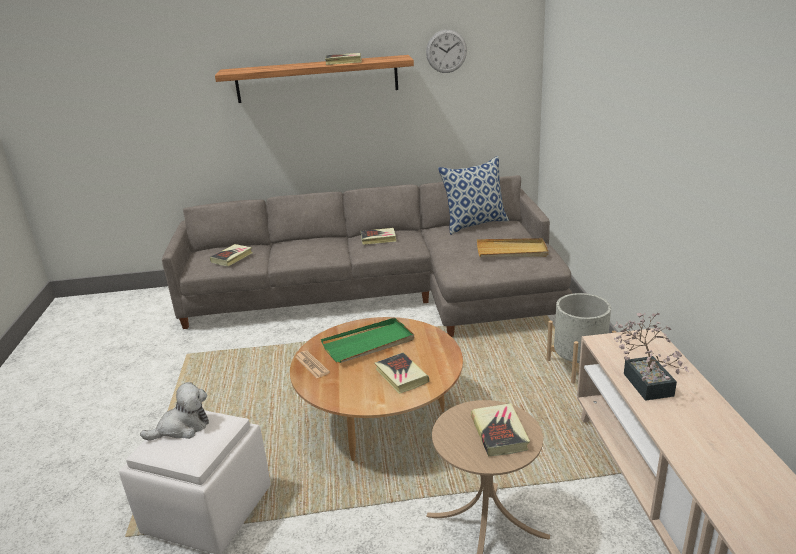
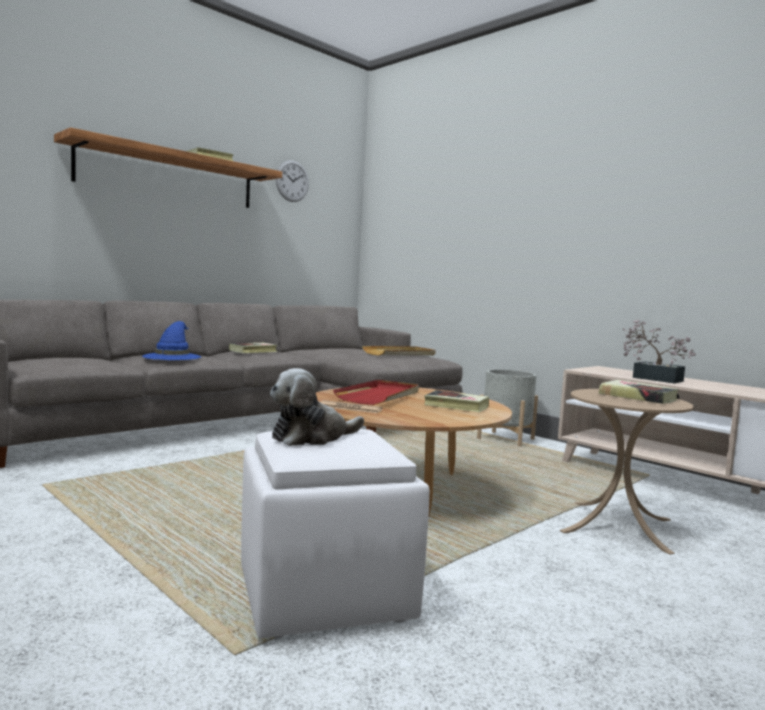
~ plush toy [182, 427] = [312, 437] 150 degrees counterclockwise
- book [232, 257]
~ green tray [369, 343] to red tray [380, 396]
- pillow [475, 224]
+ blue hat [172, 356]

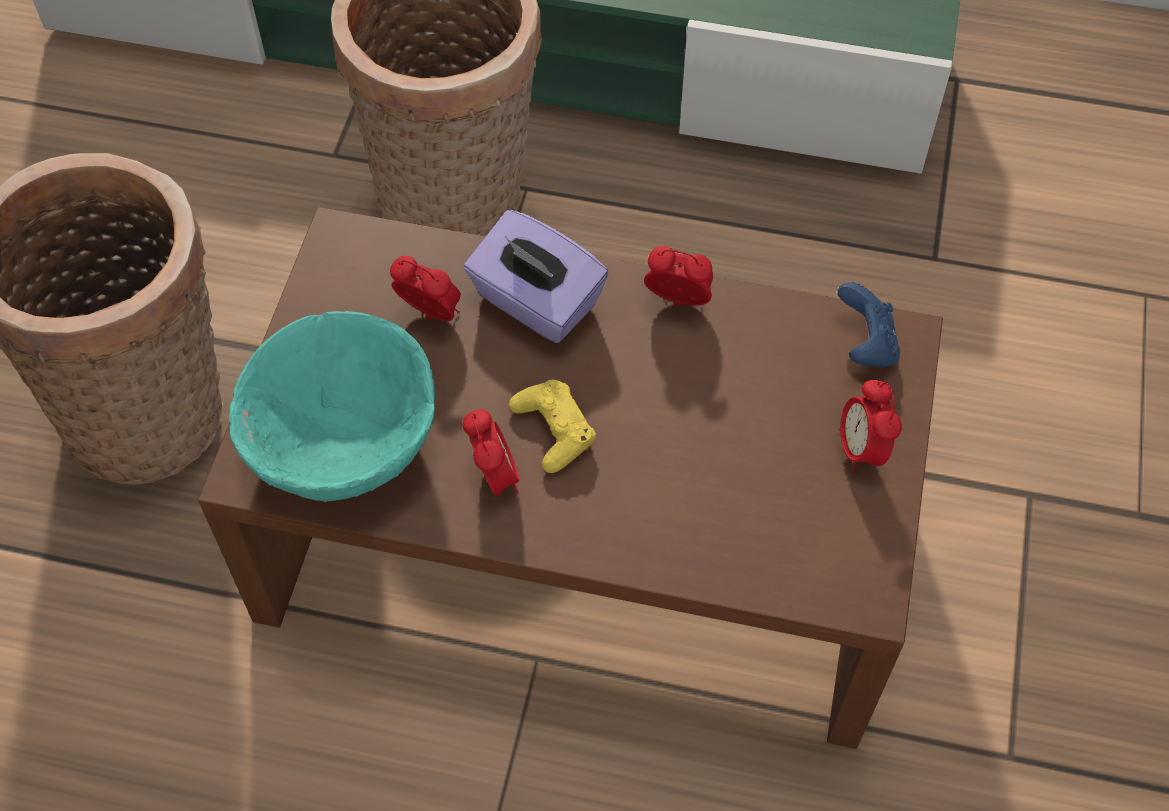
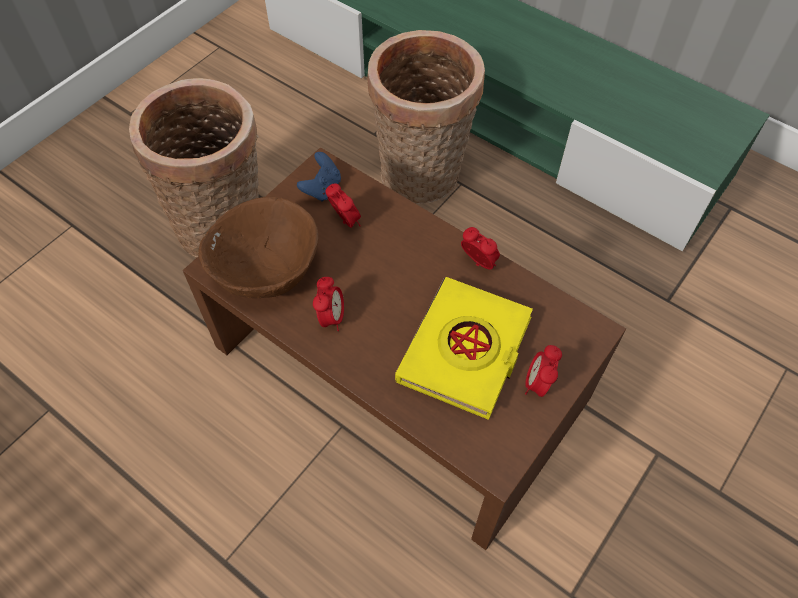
~ turquoise bowl [341, 441] to brown bowl [265, 268]
- purple tissue box [536, 303]
- yellow game controller [554, 430]
~ blue game controller [865, 345] to [322, 189]
+ yellow book [465, 351]

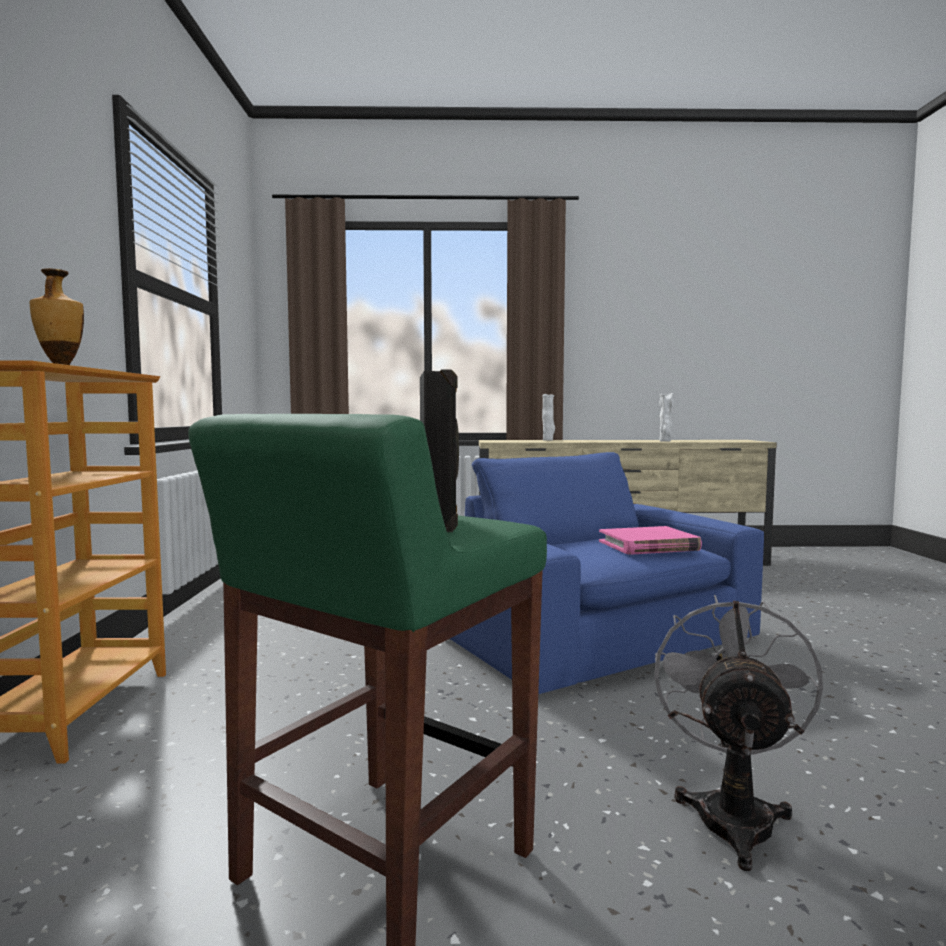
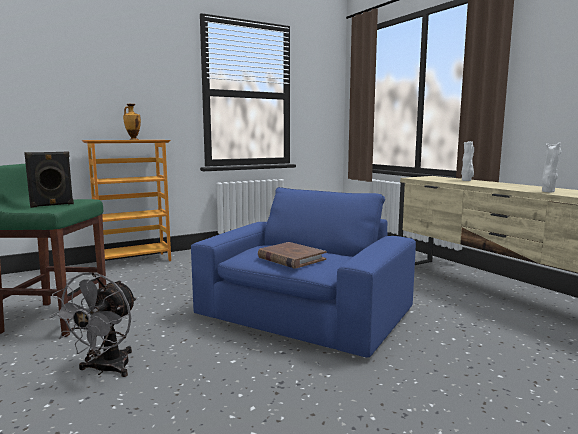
~ pink book [648, 546] to brown book [291, 258]
~ grey fan [732, 813] = [105, 370] 120 degrees clockwise

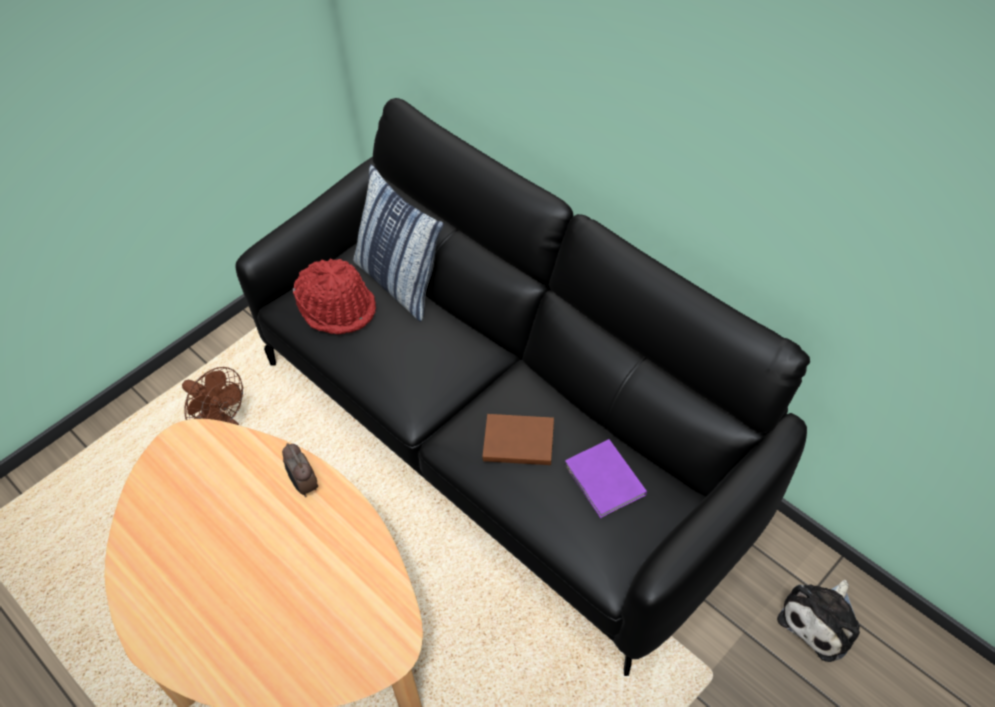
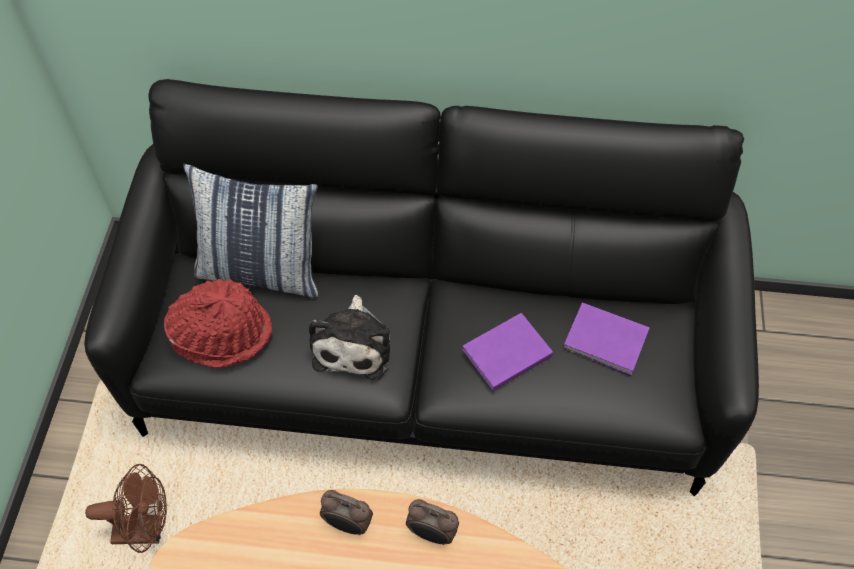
~ brown book [516, 440] to purple book [504, 353]
~ plush toy [822, 620] to [354, 344]
+ alarm clock [432, 534]

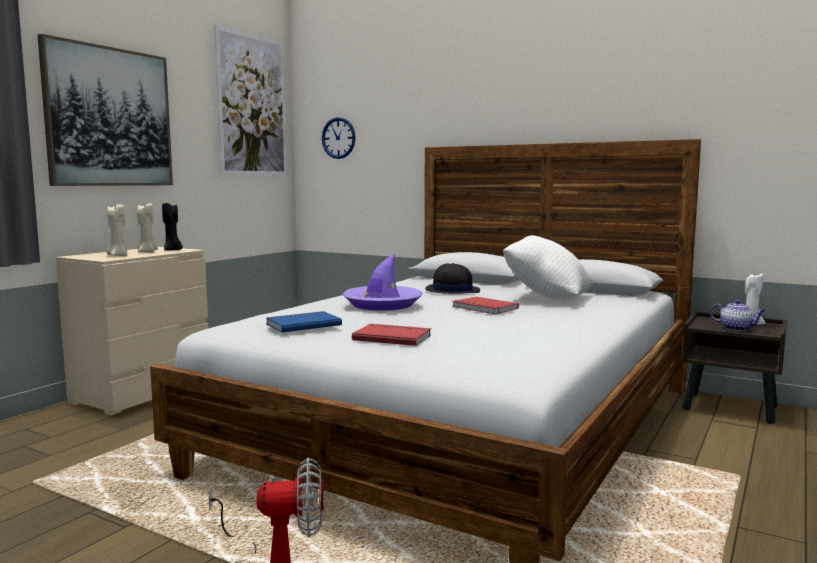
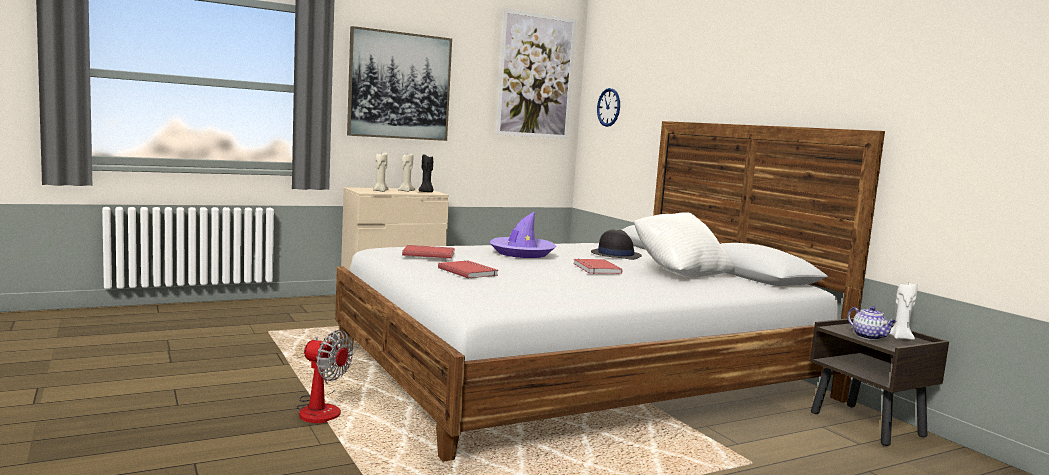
~ blue book [302, 324] to red book [428, 254]

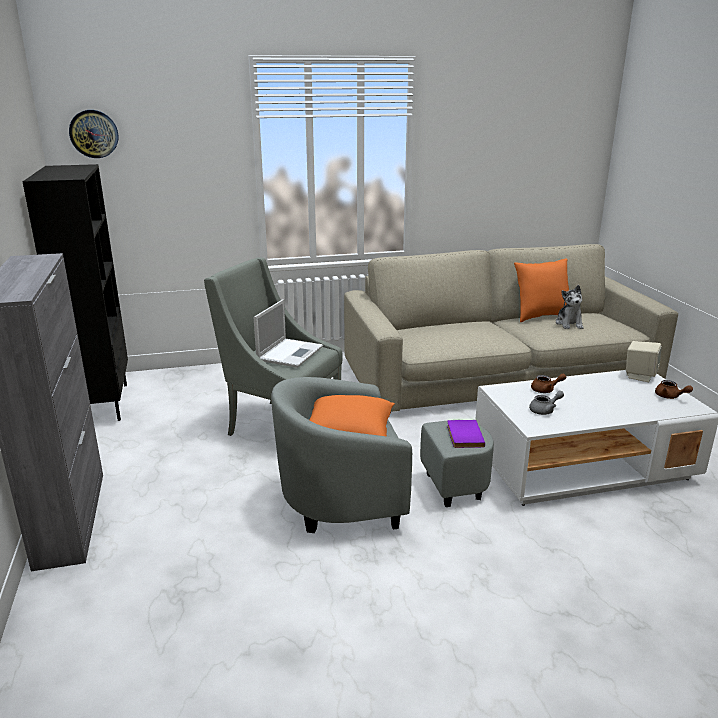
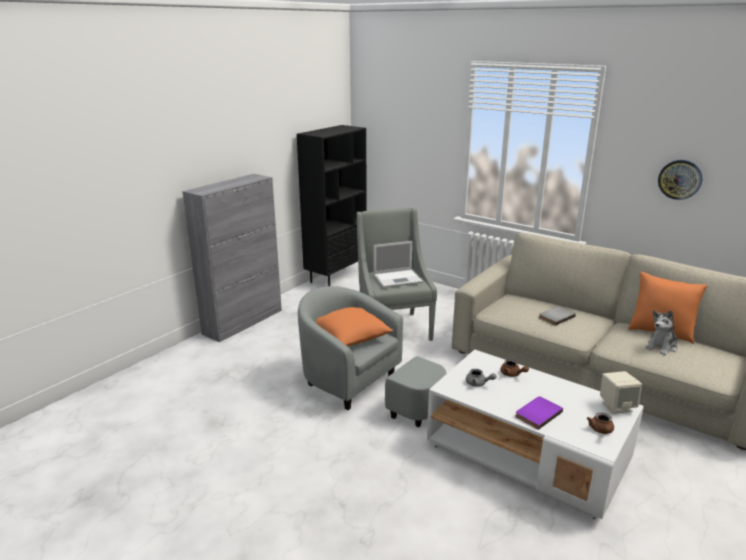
~ wall clock [94, 134] to [680, 179]
~ purple book [463, 436] to [537, 413]
+ grey book [555, 316]

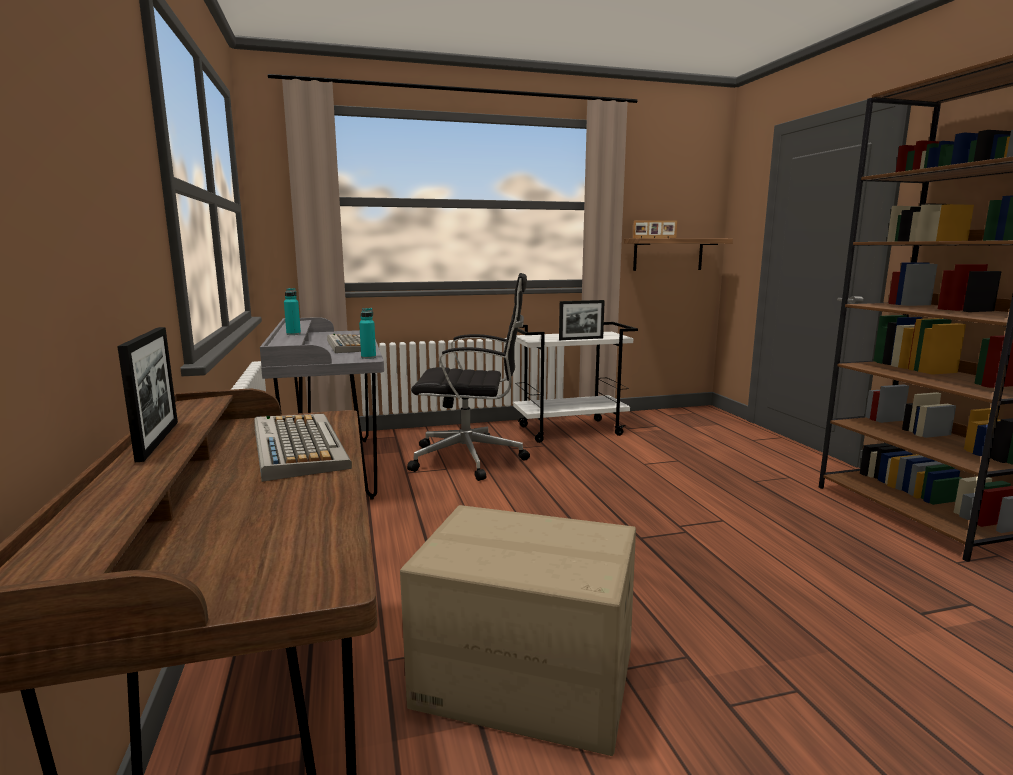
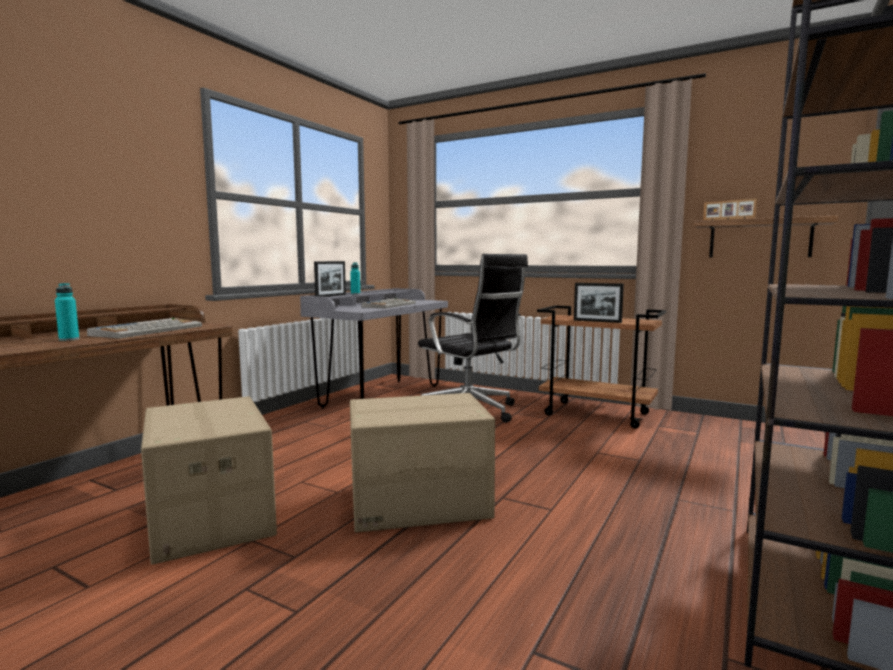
~ picture frame [158, 440] to [331, 296]
~ turquoise bottle [368, 357] to [69, 339]
~ white cart [570, 430] to brown cart [597, 414]
+ cardboard box [418, 503]

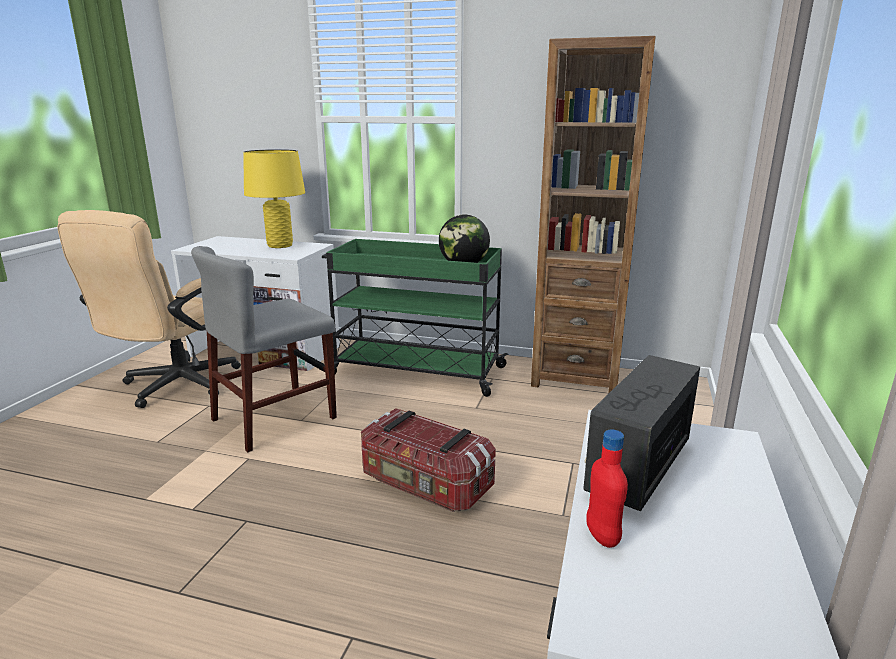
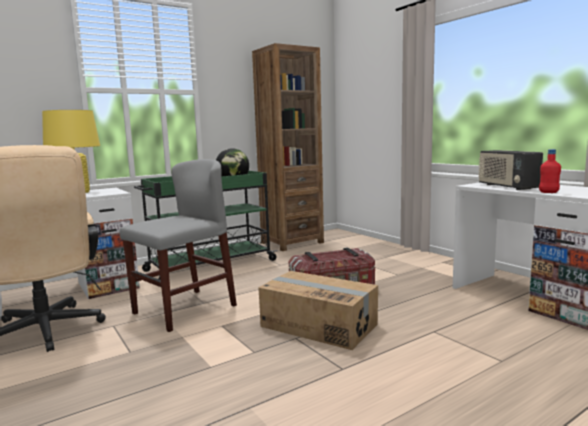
~ grey chair [274, 419] = [184, 309] 135 degrees counterclockwise
+ cardboard box [319, 325]

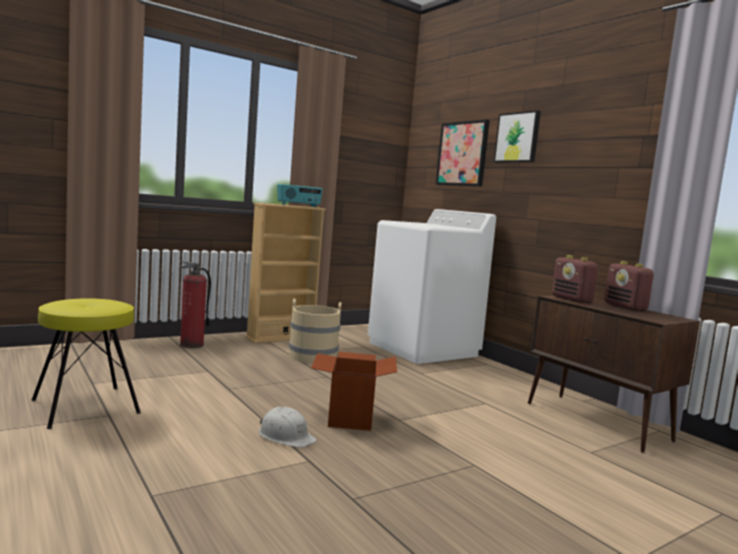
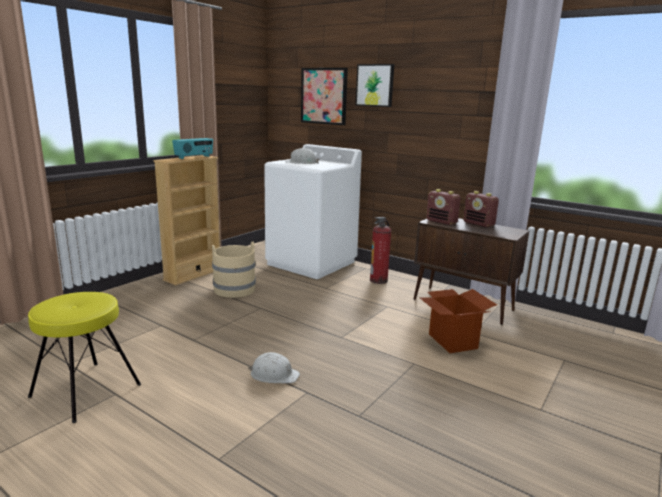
~ fire extinguisher [191, 345] to [378, 280]
~ cardboard box [350, 418] to [452, 341]
+ white hard hat [302, 163]

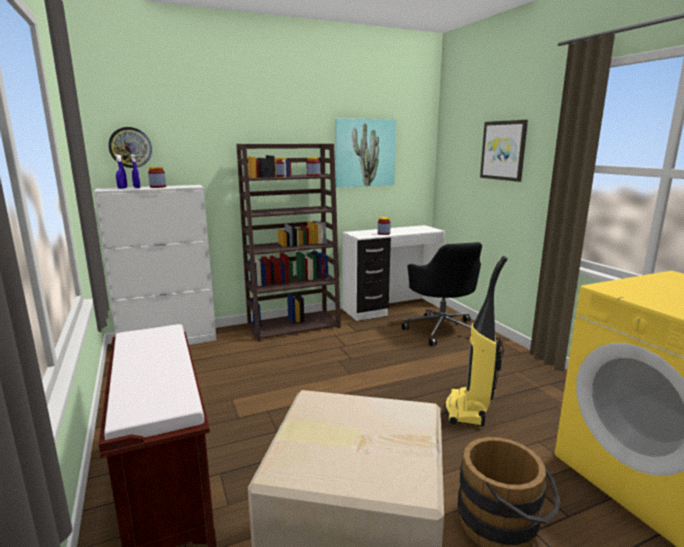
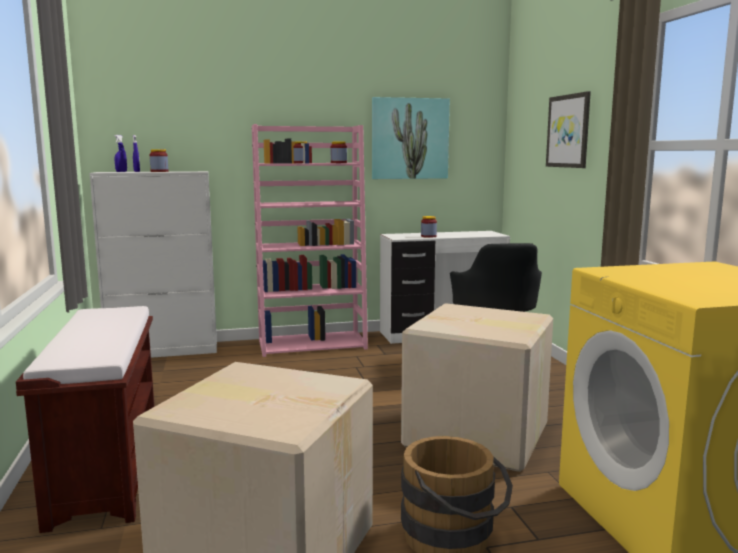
- wall clock [130, 147]
~ brown bookcase [294, 325] to pink bookcase [313, 344]
~ vacuum cleaner [468, 410] to cardboard box [478, 436]

